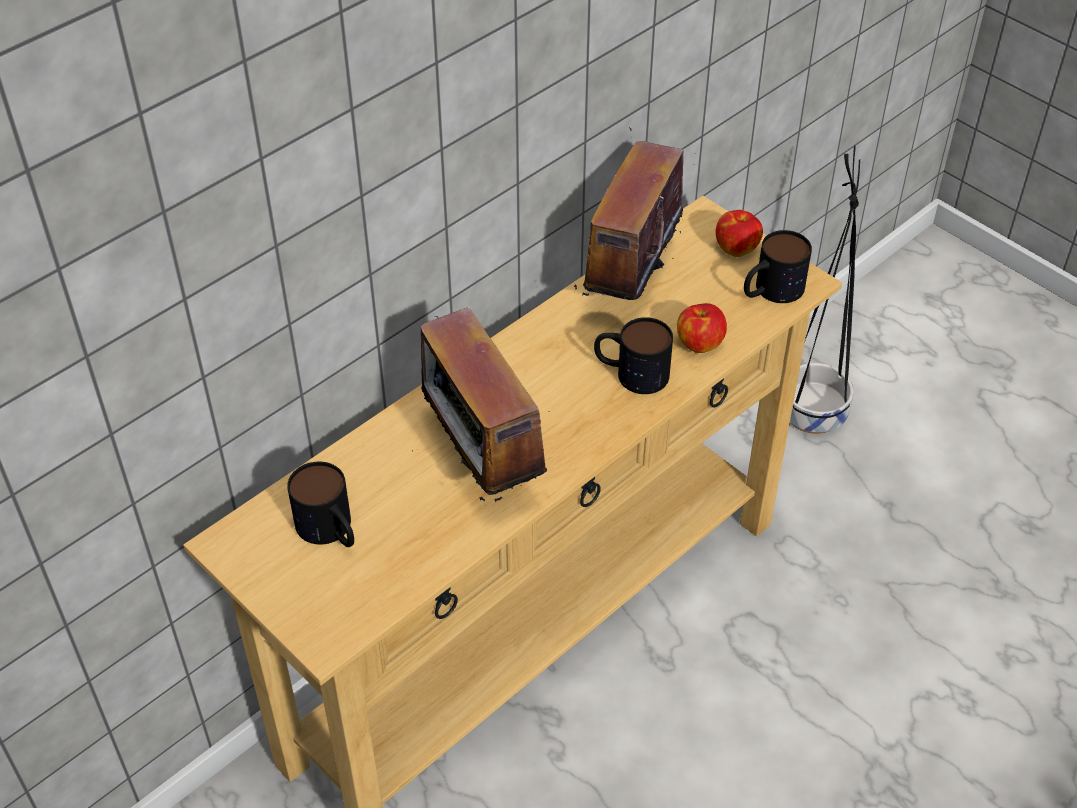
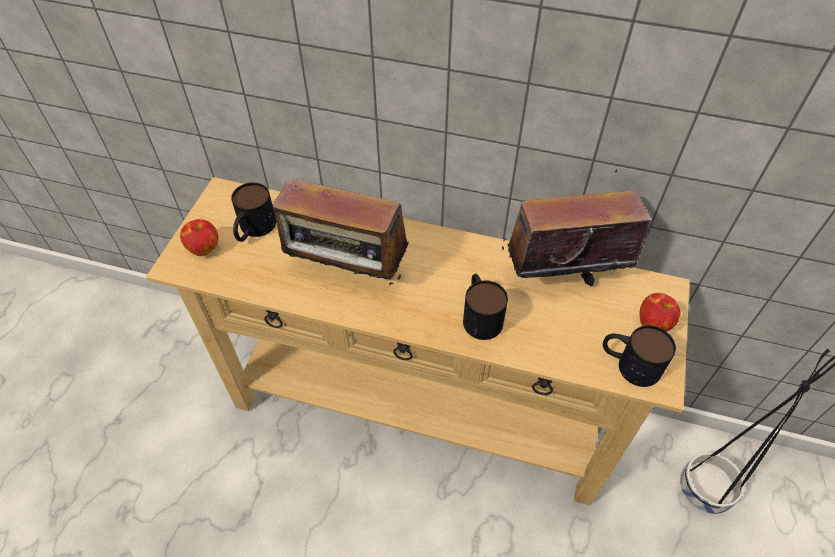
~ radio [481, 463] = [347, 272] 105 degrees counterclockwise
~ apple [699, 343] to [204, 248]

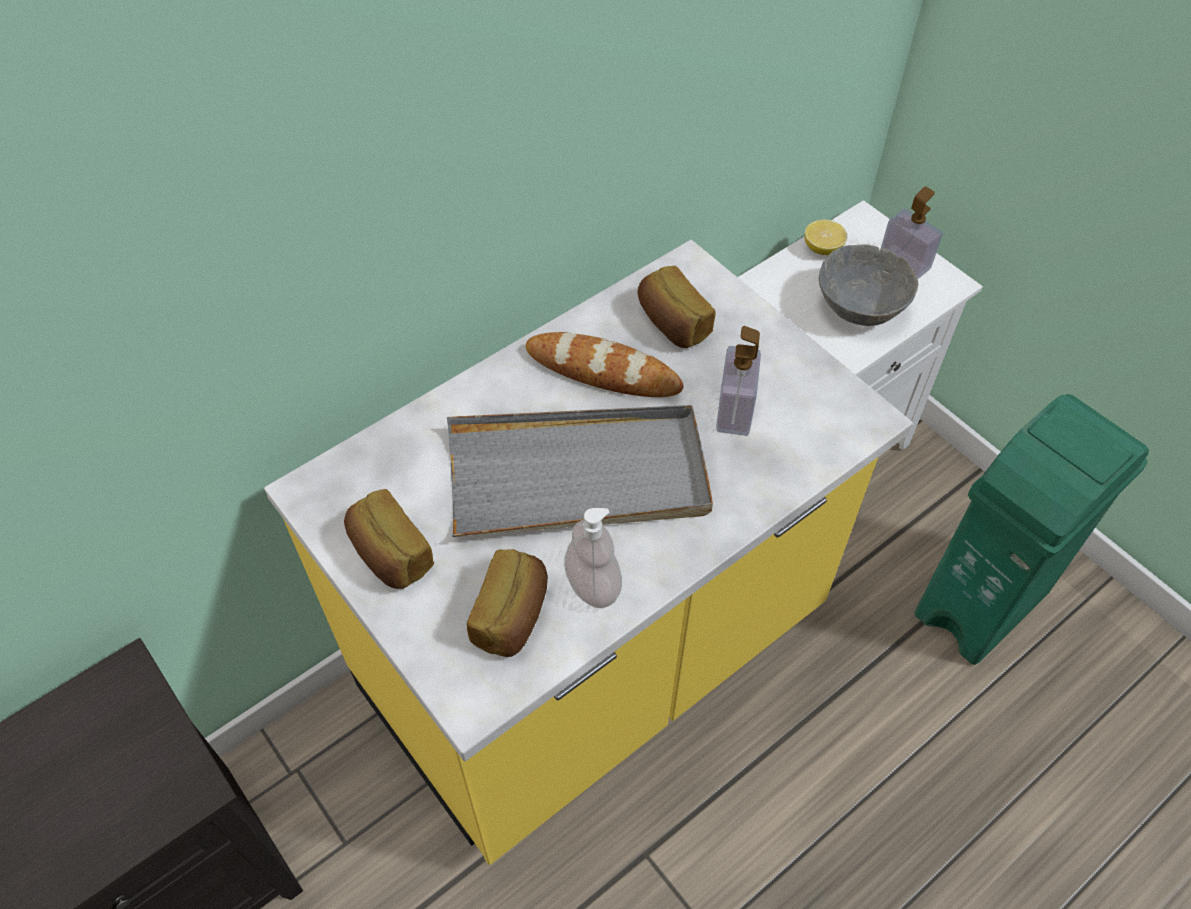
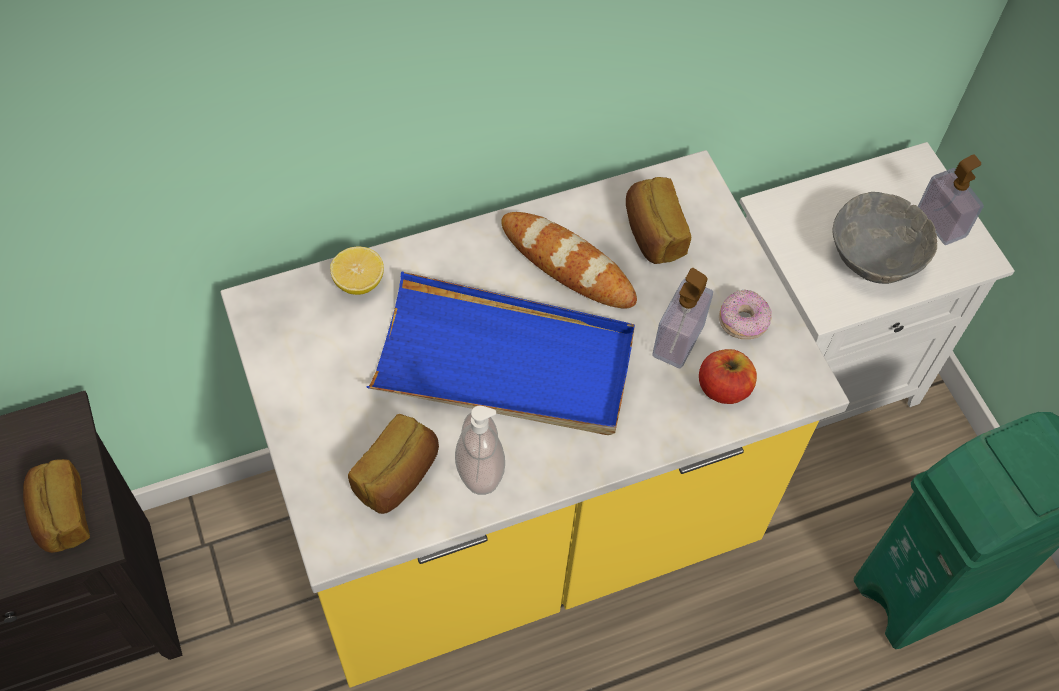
~ bread [389, 554] to [60, 515]
~ grey tray [578, 476] to blue tray [505, 362]
~ lemon [822, 248] to [359, 282]
+ apple [723, 388]
+ donut [743, 322]

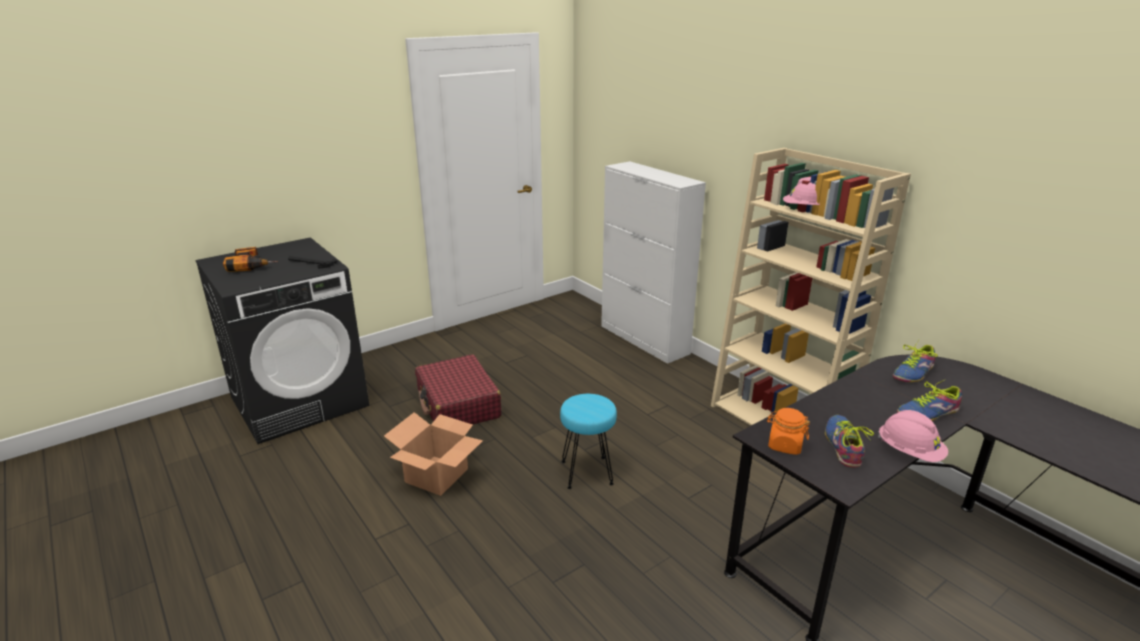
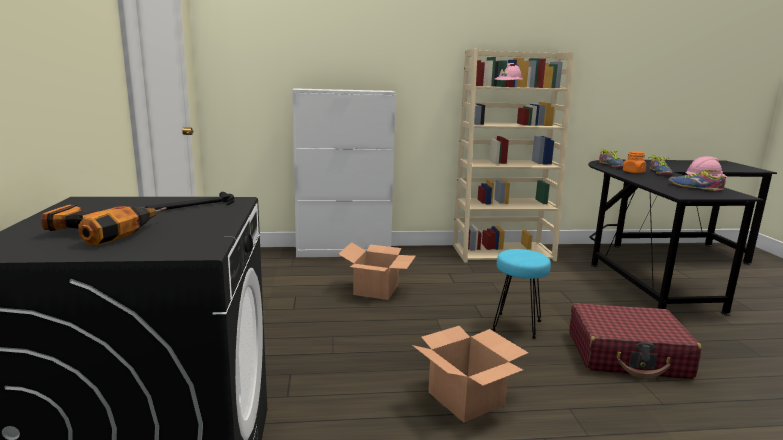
~ red suitcase [458, 404] to [627, 355]
~ orange jar [784, 445] to [633, 172]
+ cardboard box [376, 289]

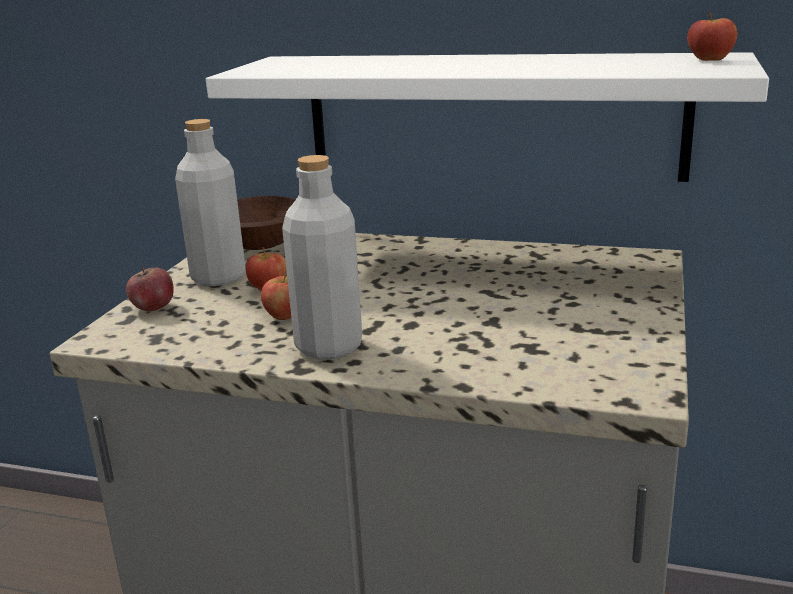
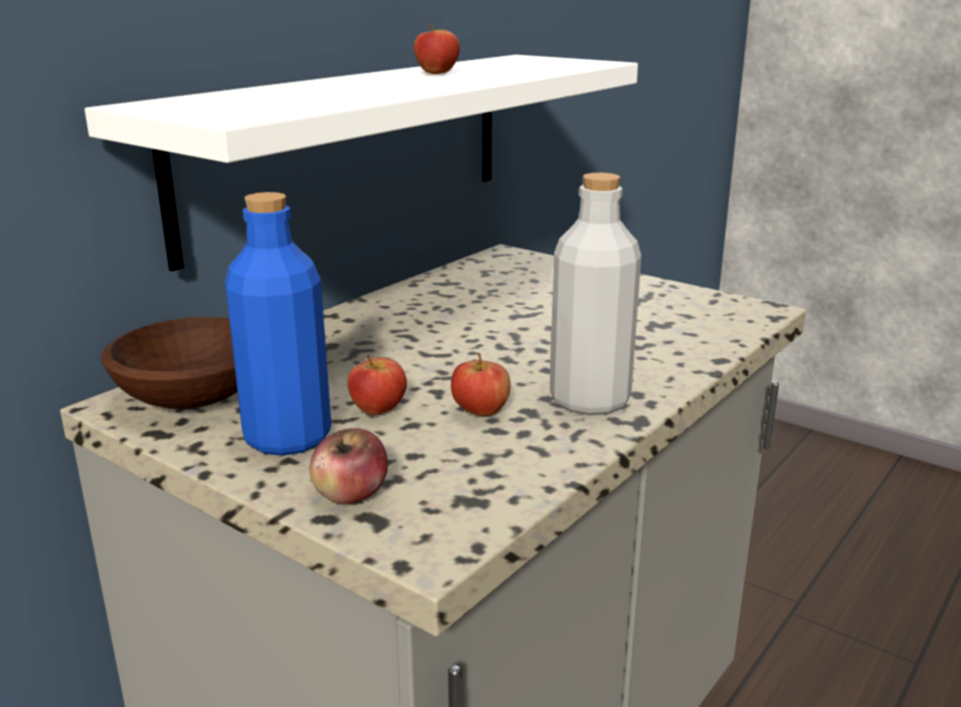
~ grey bottle [218, 277] to blue bottle [287, 437]
~ apple [710, 60] to [437, 73]

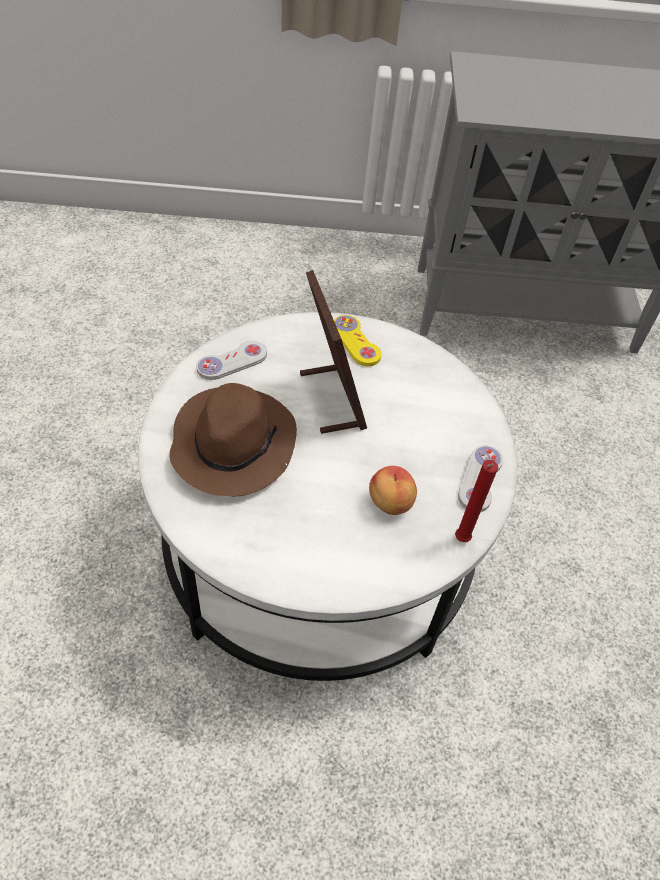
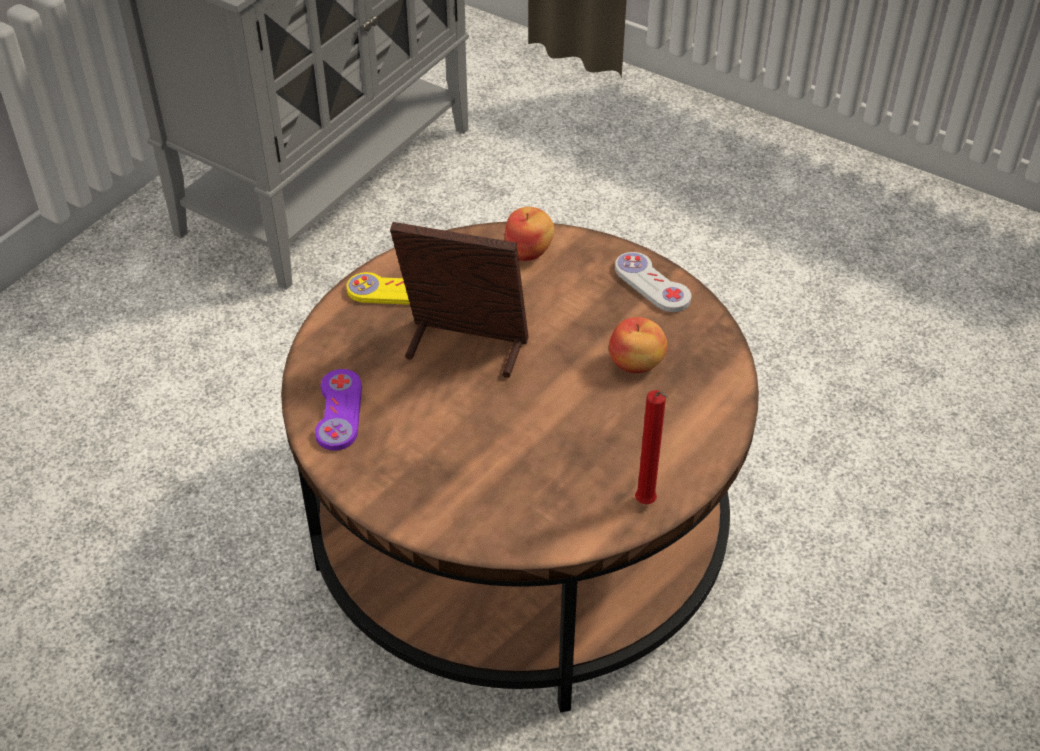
~ white coffee table [318, 545] to brown coffee table [519, 533]
- brown hat [233, 443]
~ white game controller [232, 362] to purple game controller [339, 411]
~ red candle [460, 540] to [646, 504]
+ apple [529, 251]

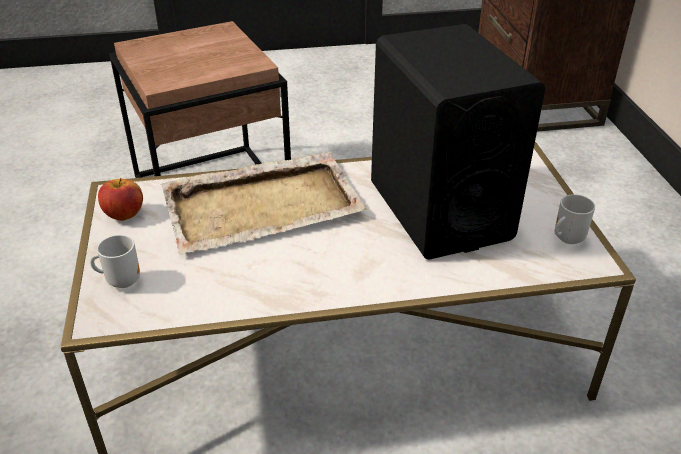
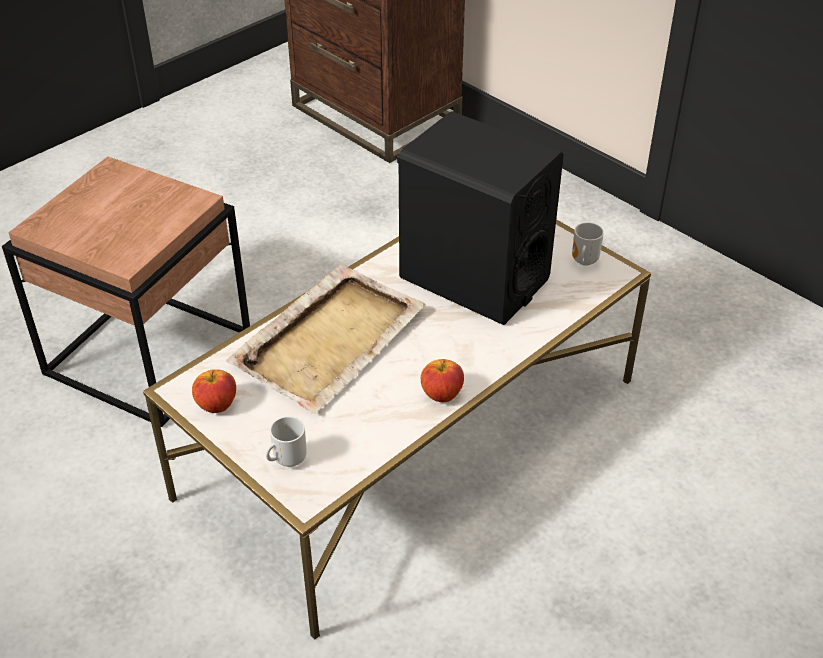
+ apple [442, 394]

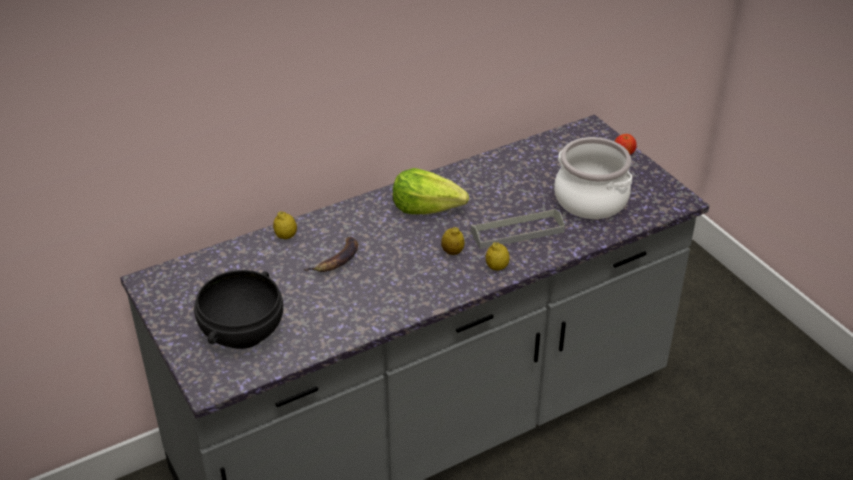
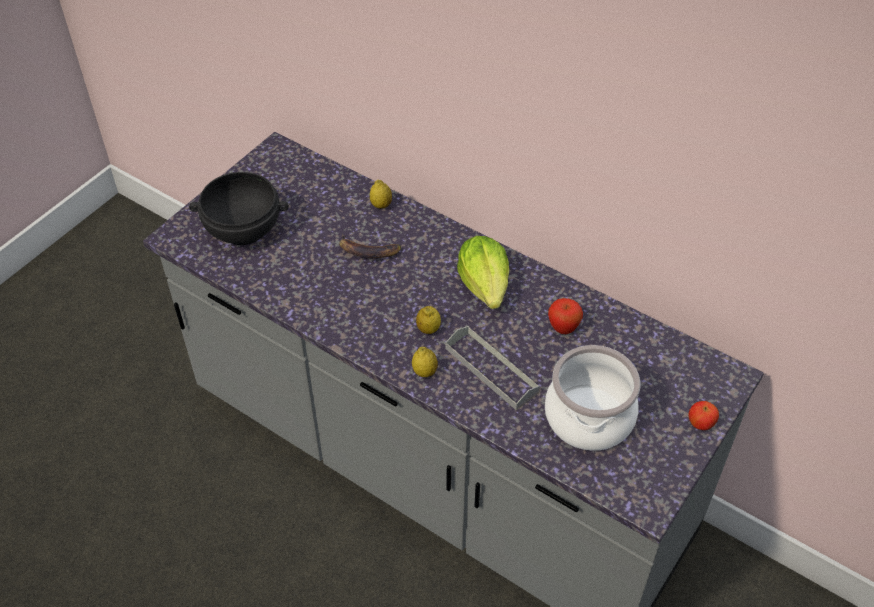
+ apple [563, 328]

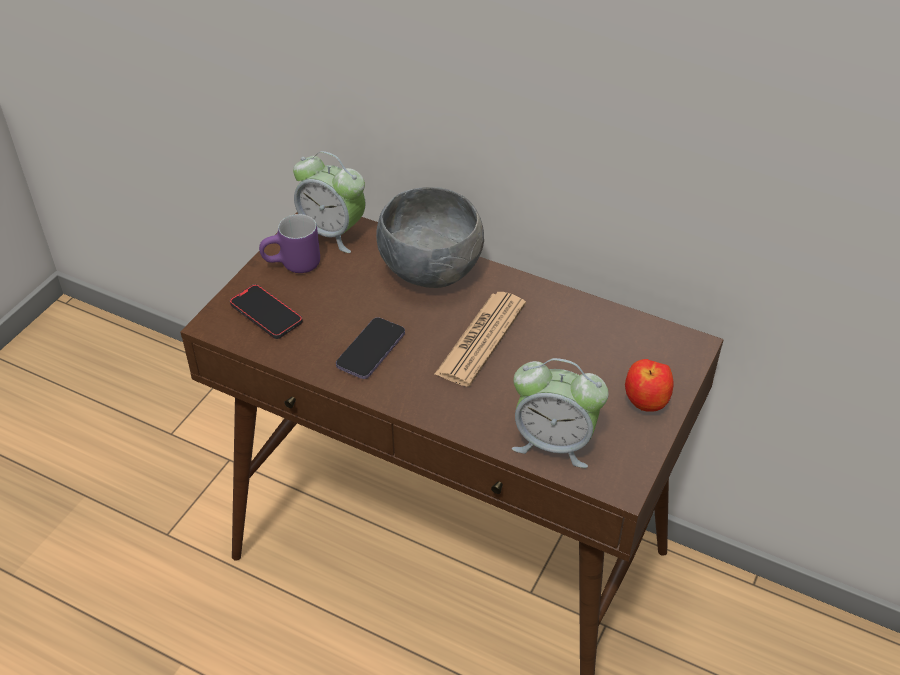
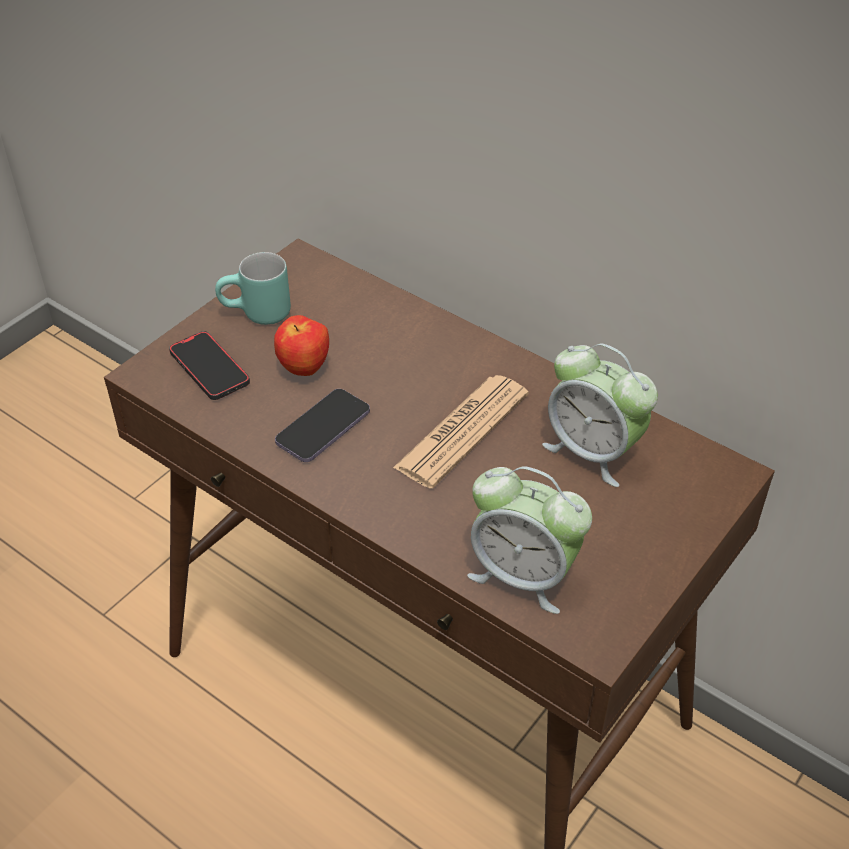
~ purple mug [293, 266] to turquoise mug [256, 316]
~ alarm clock [332, 233] to [593, 451]
- grey bowl [430, 271]
~ apple [646, 404] to [304, 369]

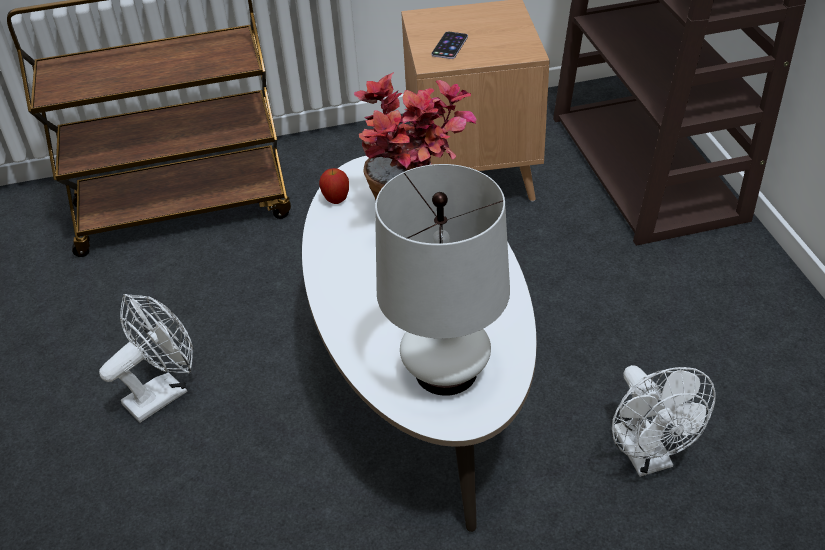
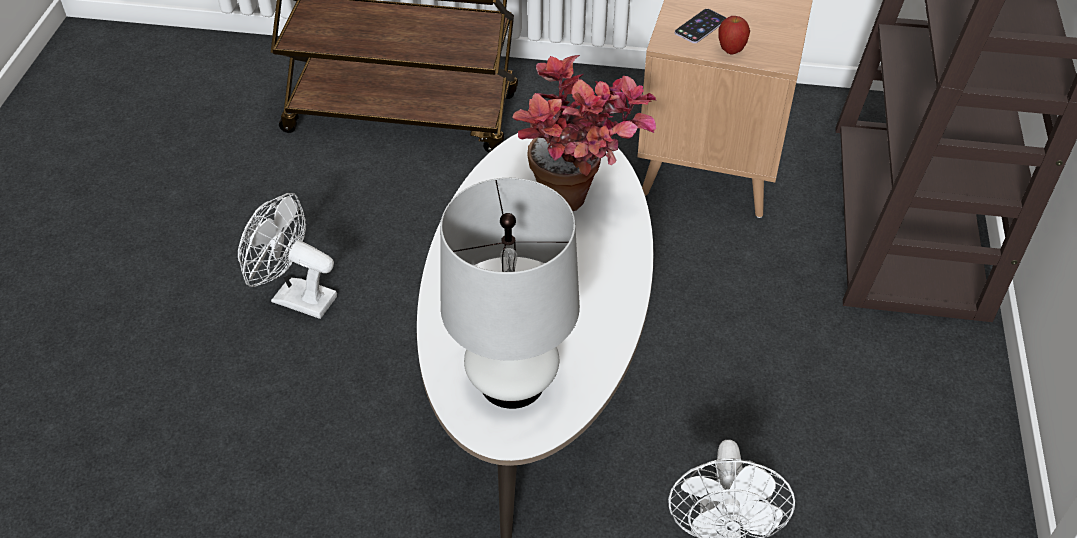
~ white fan [163, 393] = [295, 297] 135 degrees counterclockwise
~ apple [336, 200] to [731, 50]

